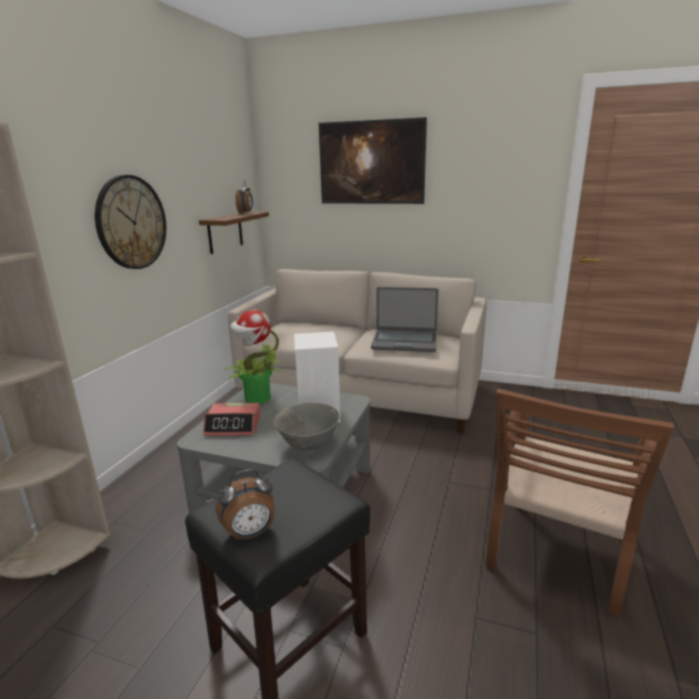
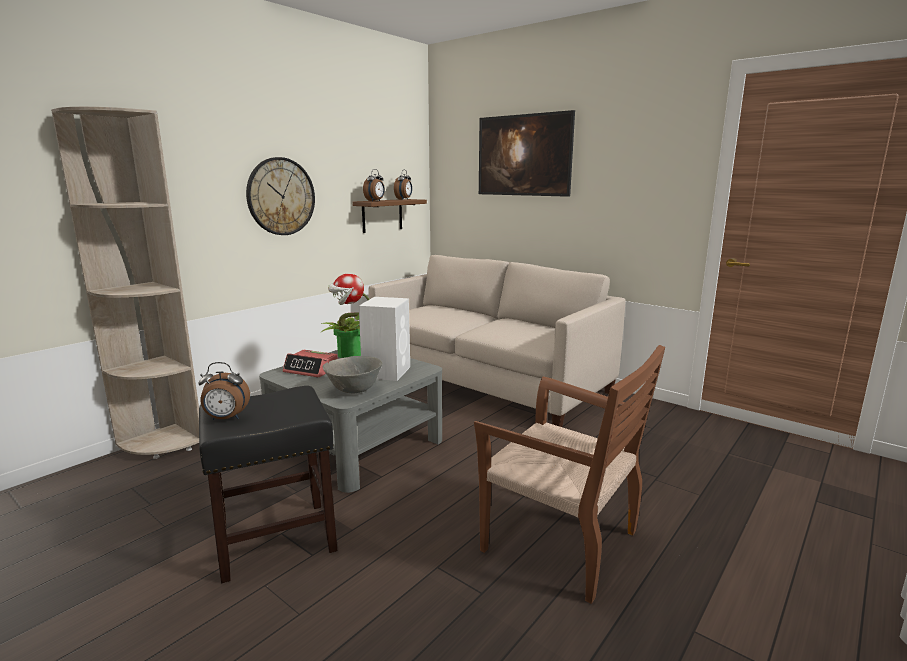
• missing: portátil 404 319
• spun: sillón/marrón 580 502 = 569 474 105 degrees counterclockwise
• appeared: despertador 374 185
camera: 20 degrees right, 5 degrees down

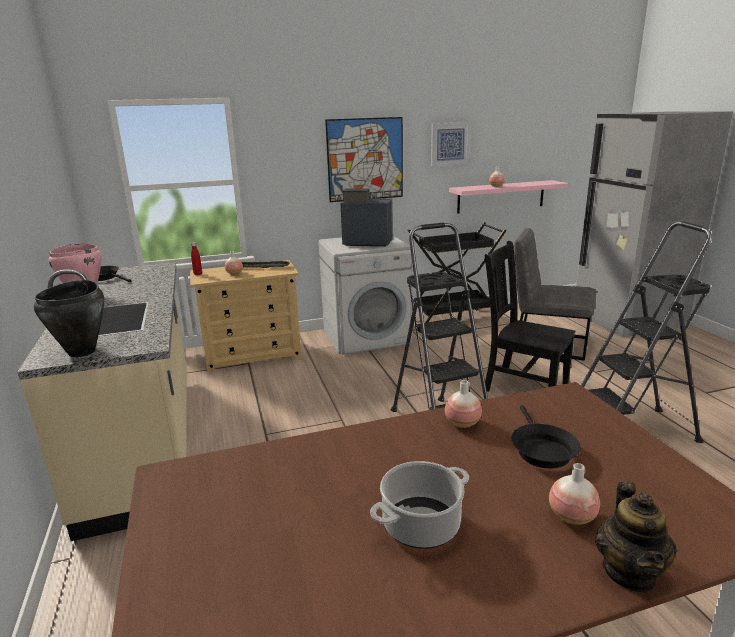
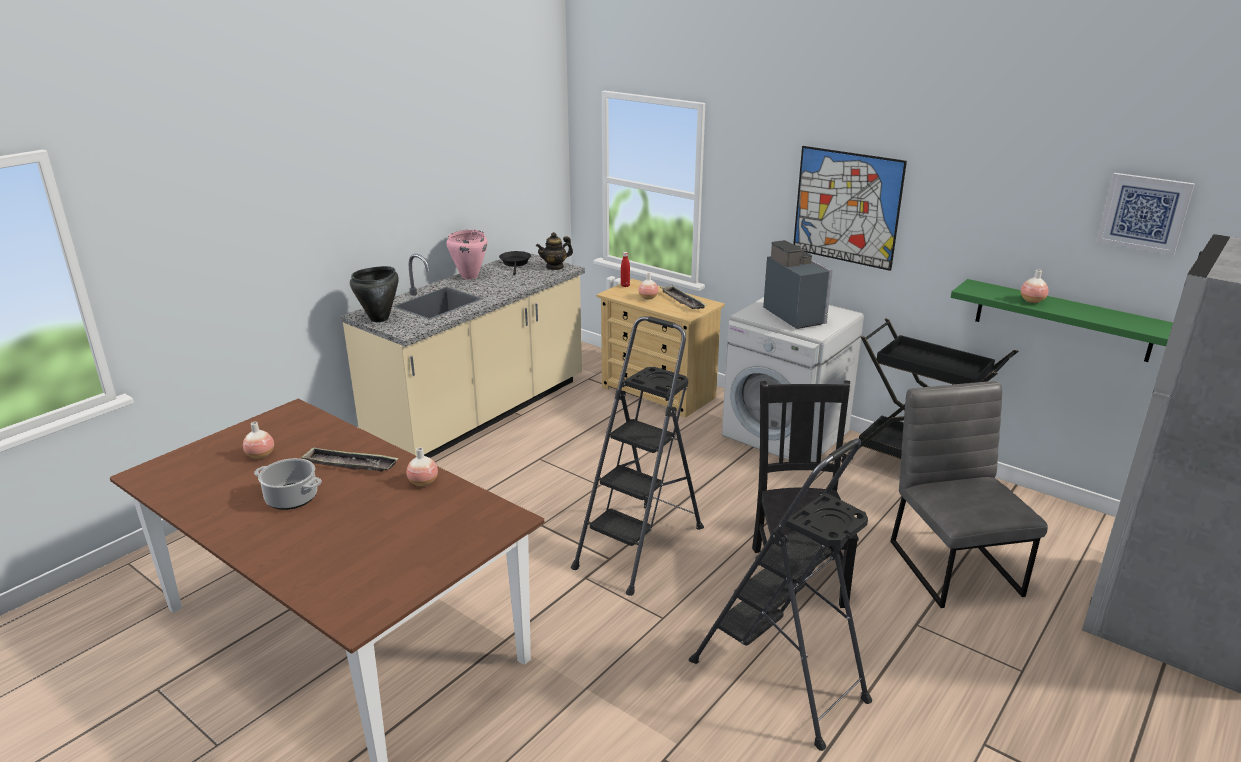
• relocated: cuadro 450 144 to 1146 214
• colour: estante/rosa 509 196 to estante/verde 1062 320
• missing: sartén/negro 545 437
• relocated: florero 574 494 to 258 440
• relocated: tetera 636 536 to 554 251
• appeared: bandeja 350 460
camera: 55 degrees right, 5 degrees up

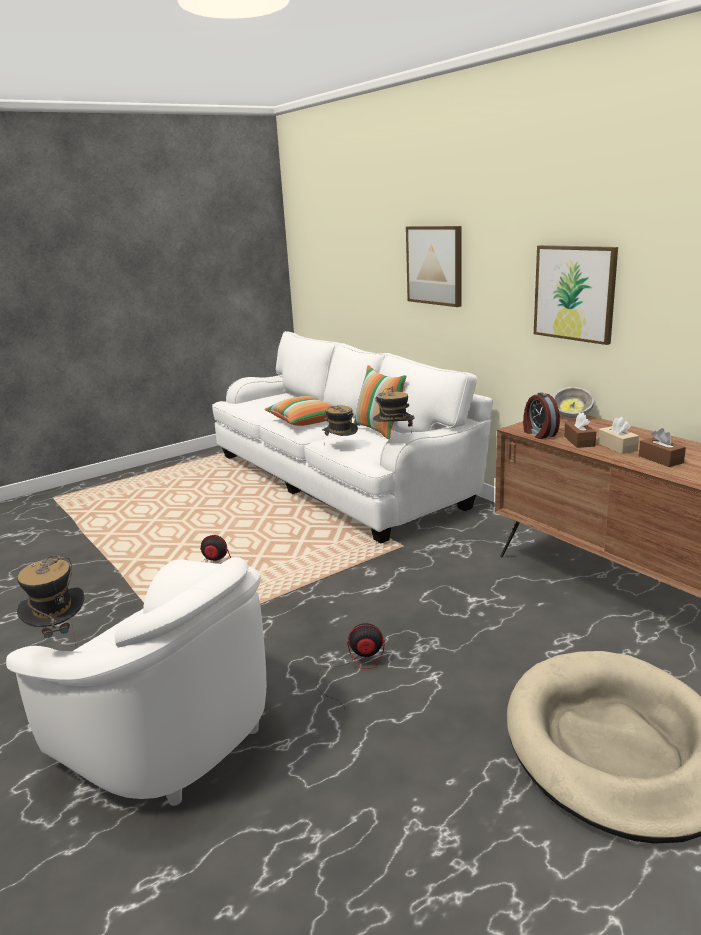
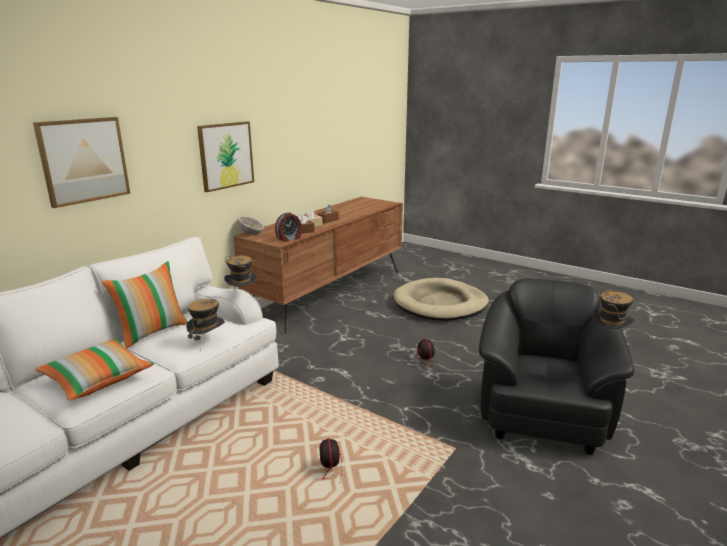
• colour: sillón/blanco 136 681 to sillón/negro 556 366
camera: 110 degrees left, 0 degrees up

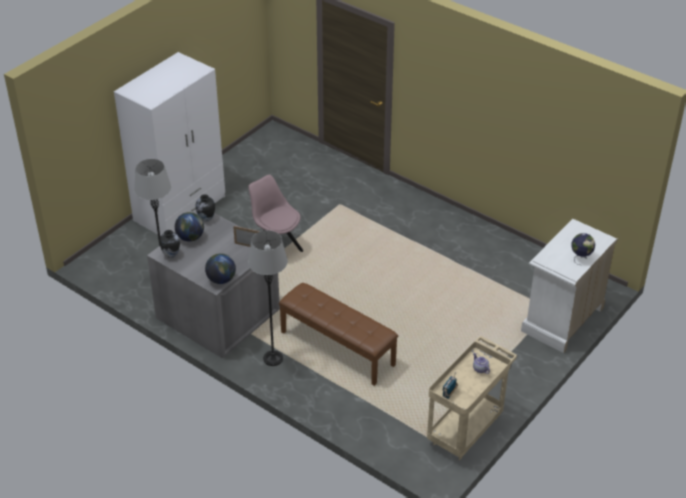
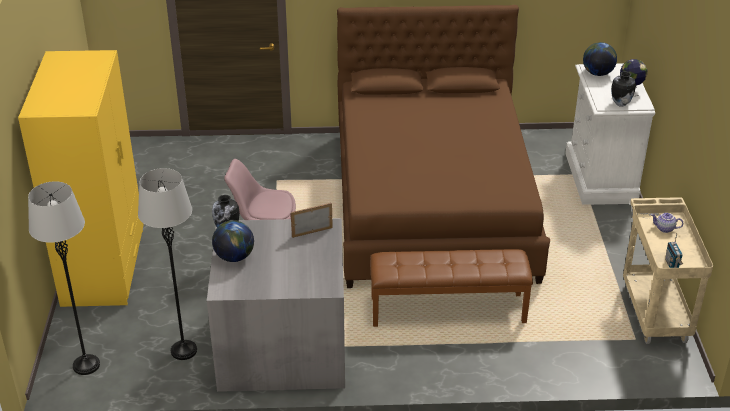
• colour: armario ropero/blanco 169 144 to armario ropero/amarillo 81 178
• relocated: florero 170 244 to 623 89
• relocated: lámpara de pie/gris 268 298 to 64 278
• relocated: globo terráqueo 220 269 to 600 59
• appeared: cama/marrón 443 146
camera: 40 degrees left, 5 degrees down

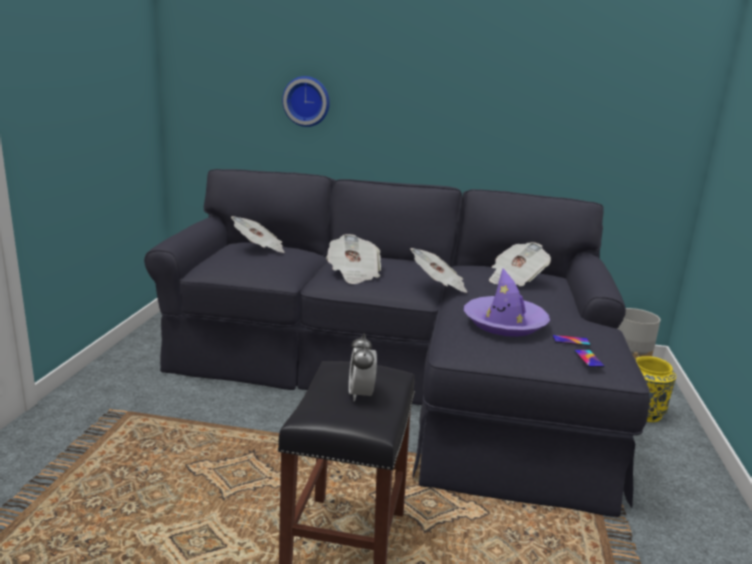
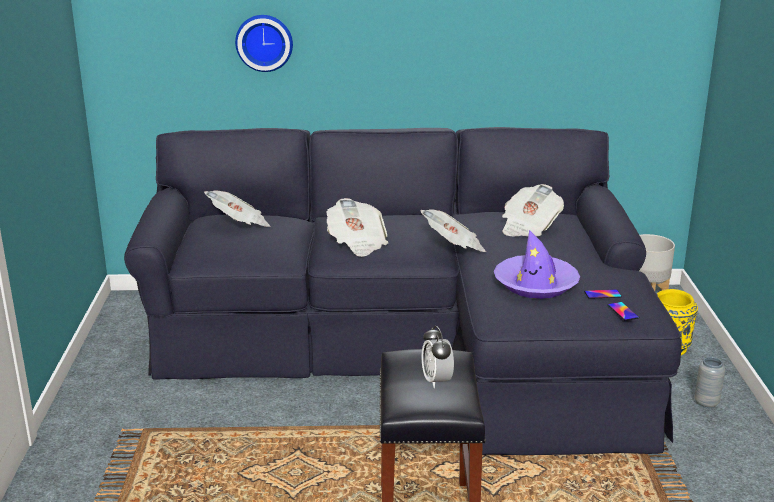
• appeared: florero/gris 709 382
camera: 10 degrees left, 5 degrees up

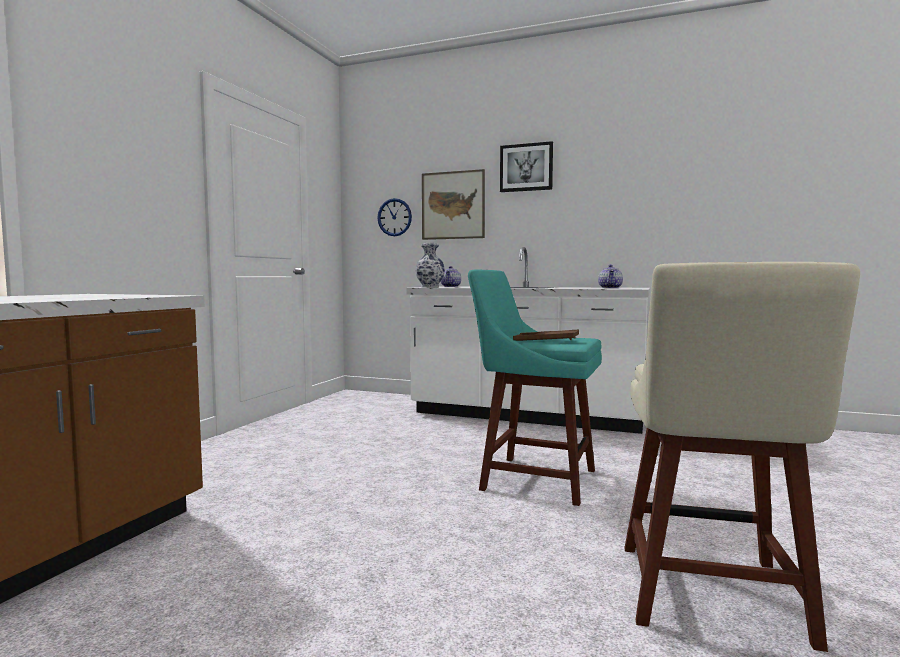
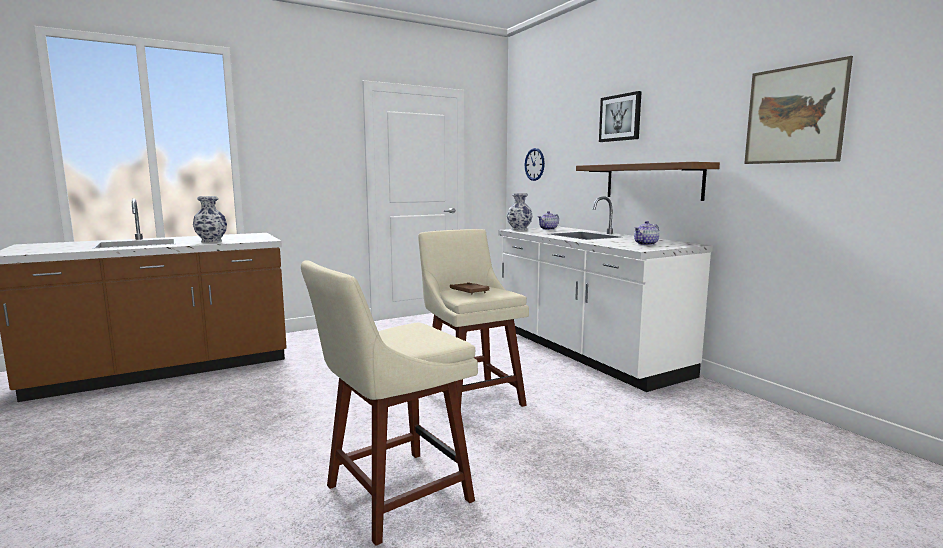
• relocated: cuadro 453 204 to 798 110
• colour: taburete/turquesa 535 387 to taburete/beis 473 319
• appeared: estante 648 181
• appeared: florero 210 219
camera: 40 degrees right, 5 degrees up

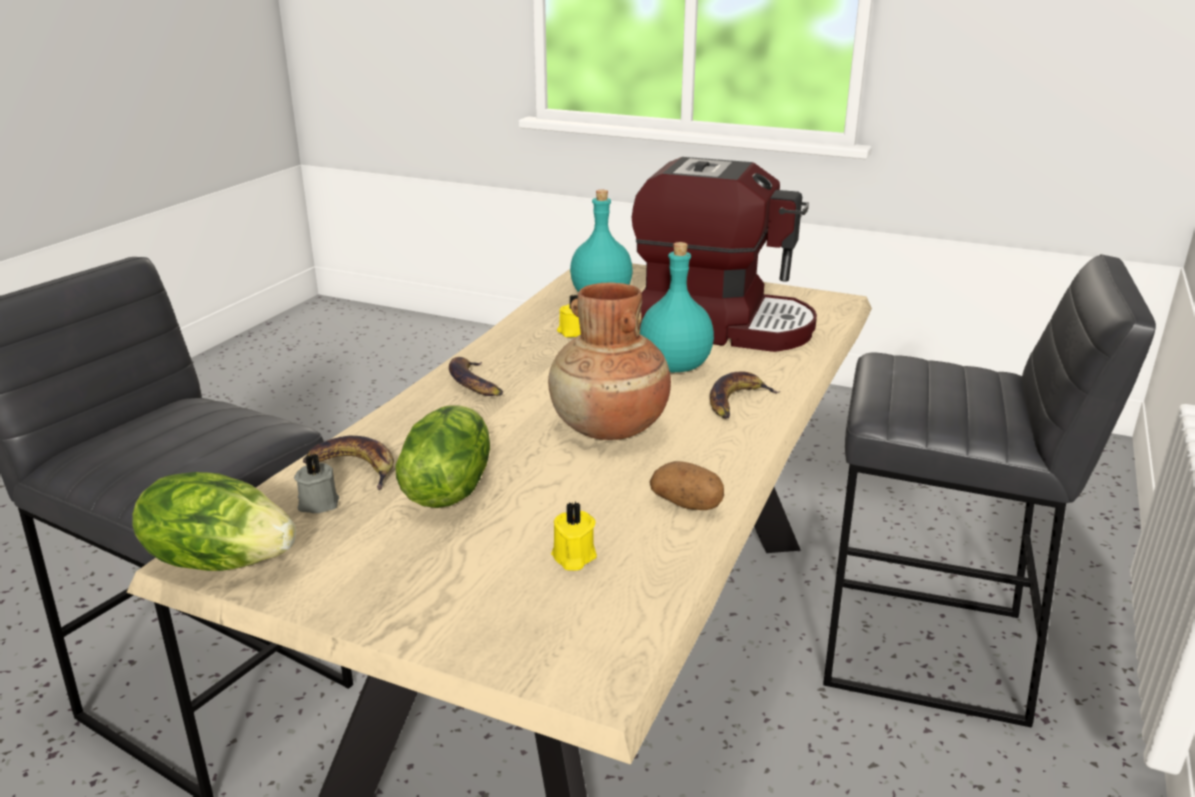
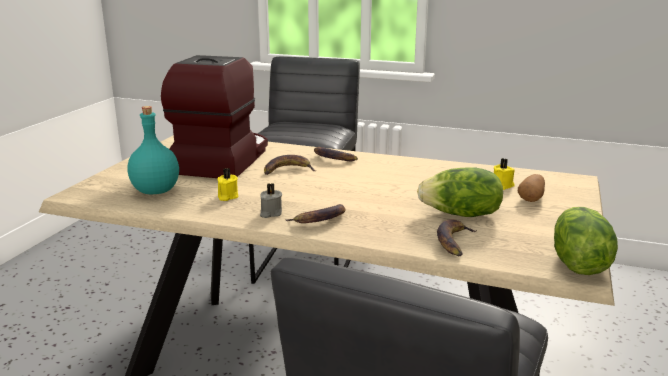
• exchanged: botella/turquesa 677 307 to plátano 289 165
• missing: florero/marrón 609 361
• relocated: vela/gris 317 483 to 271 200
• relocated: patata 687 485 to 531 188
camera: 95 degrees left, 5 degrees down

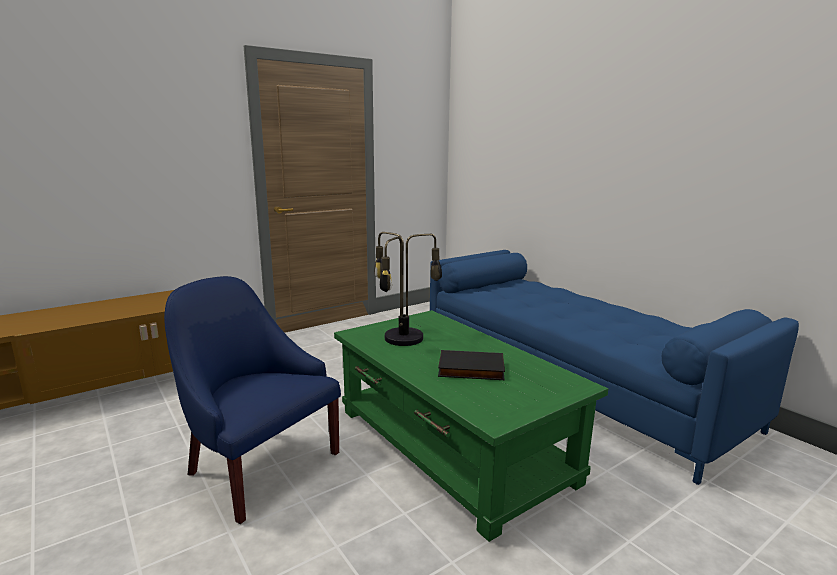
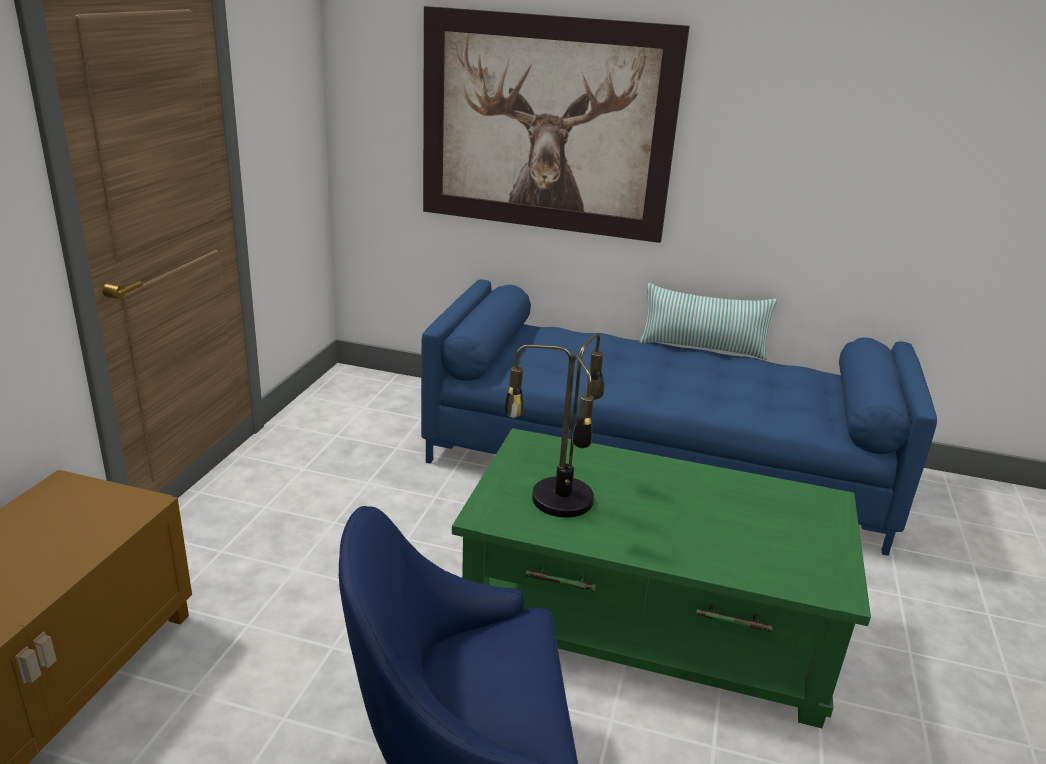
• missing: libro/negro 471 365
• appeared: cuadro 556 124
• appeared: cojín 708 321
camera: 40 degrees left, 10 degrees up

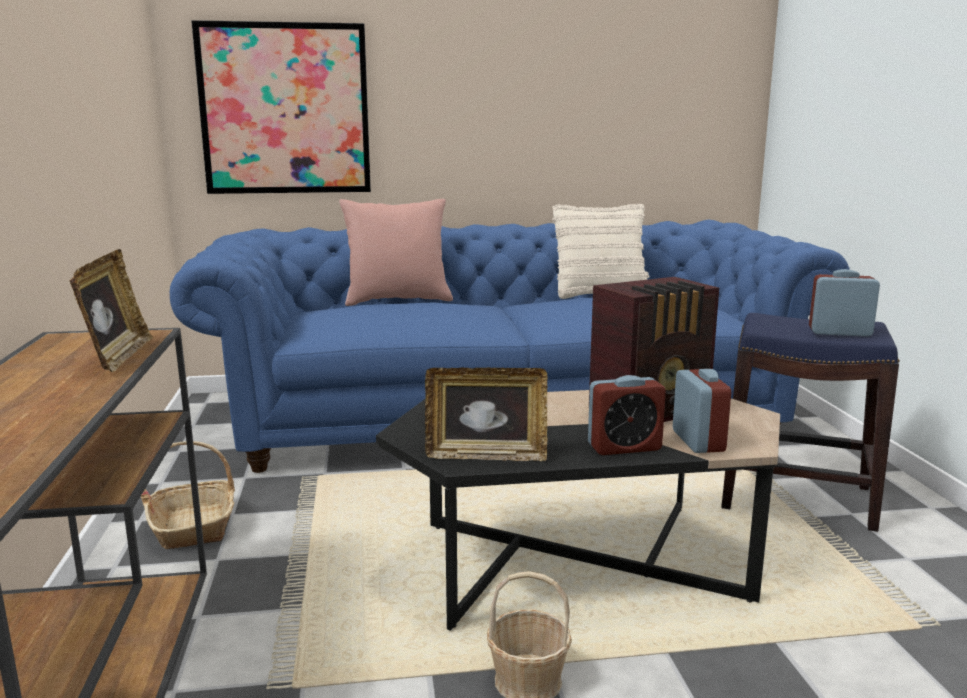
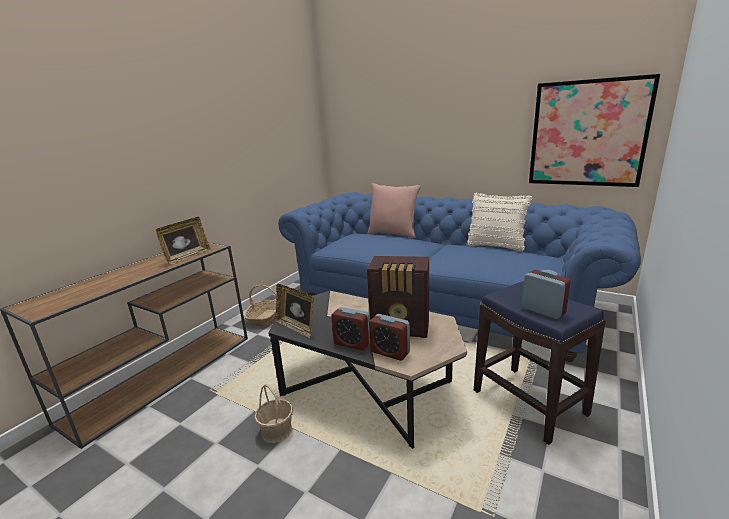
• relocated: cuadro 281 107 to 594 130
• spun: despertador 702 411 = 389 337 90 degrees clockwise
camera: 40 degrees right, 5 degrees up

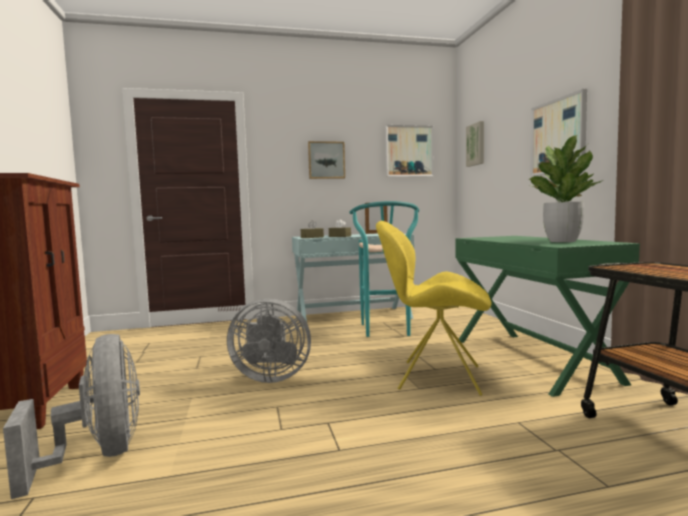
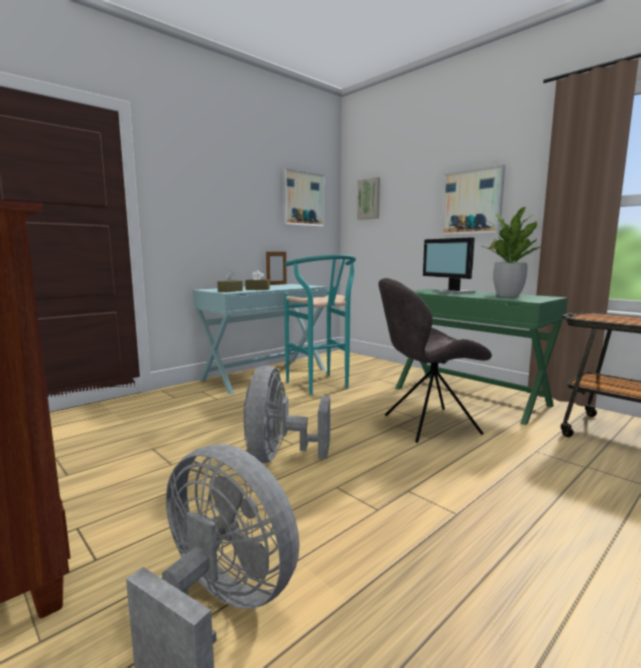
• missing: cuadro 326 160
• colour: silla/amarillo 434 308 to silla/gris 435 360
• spun: ventilador/gris 269 341 = 286 414 120 degrees clockwise
• appeared: monitor 449 265
camera: 30 degrees left, 5 degrees up

